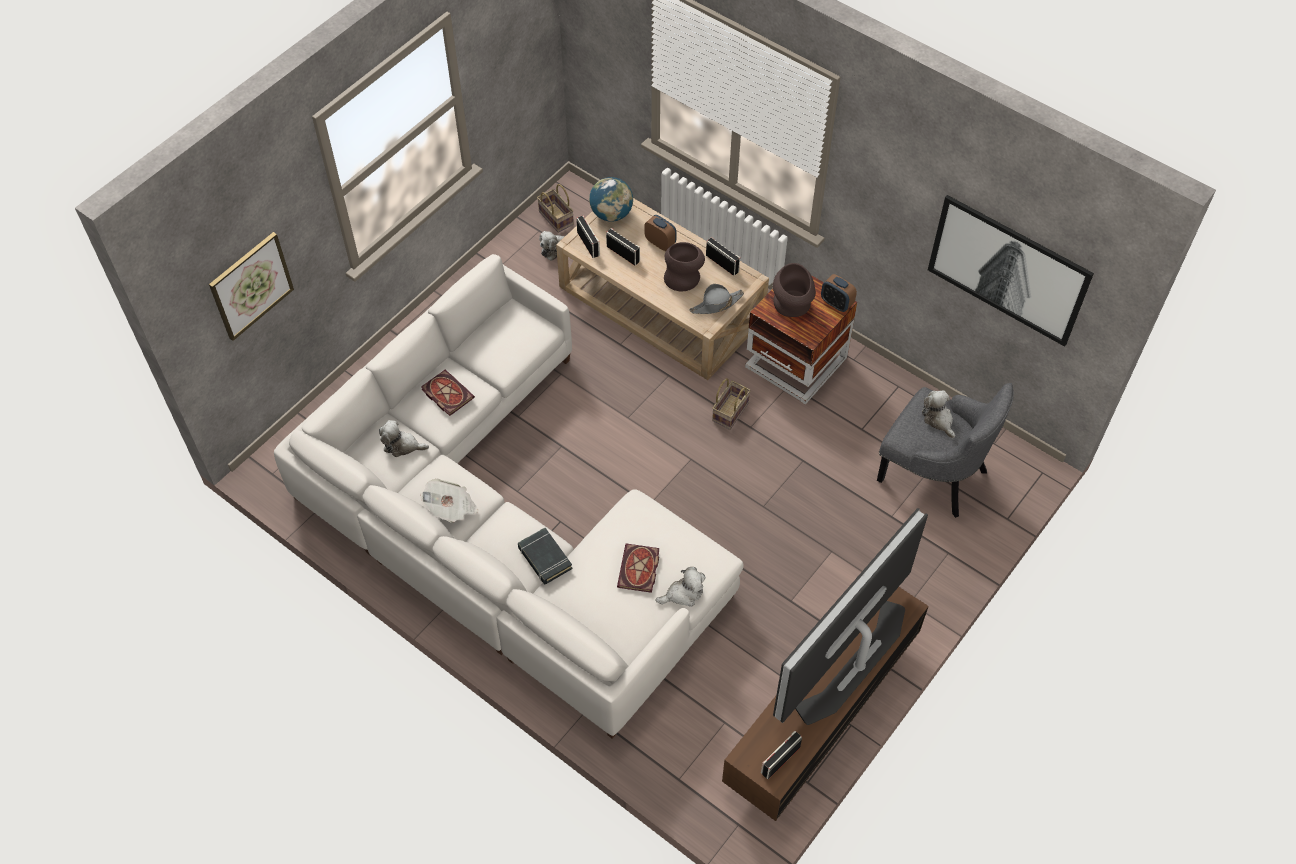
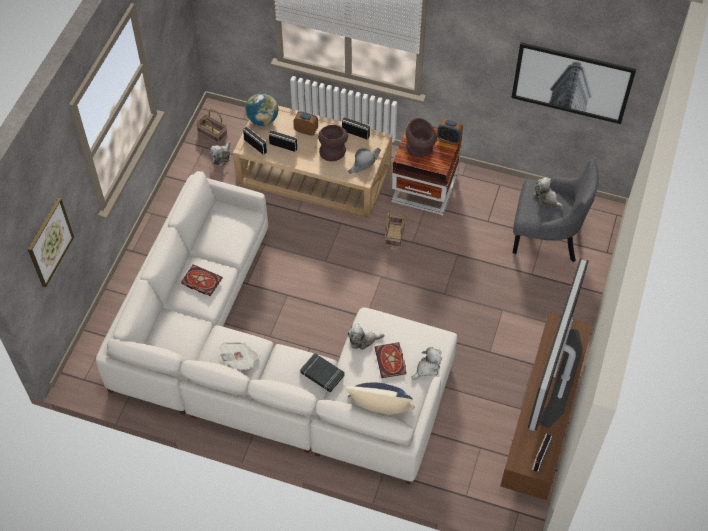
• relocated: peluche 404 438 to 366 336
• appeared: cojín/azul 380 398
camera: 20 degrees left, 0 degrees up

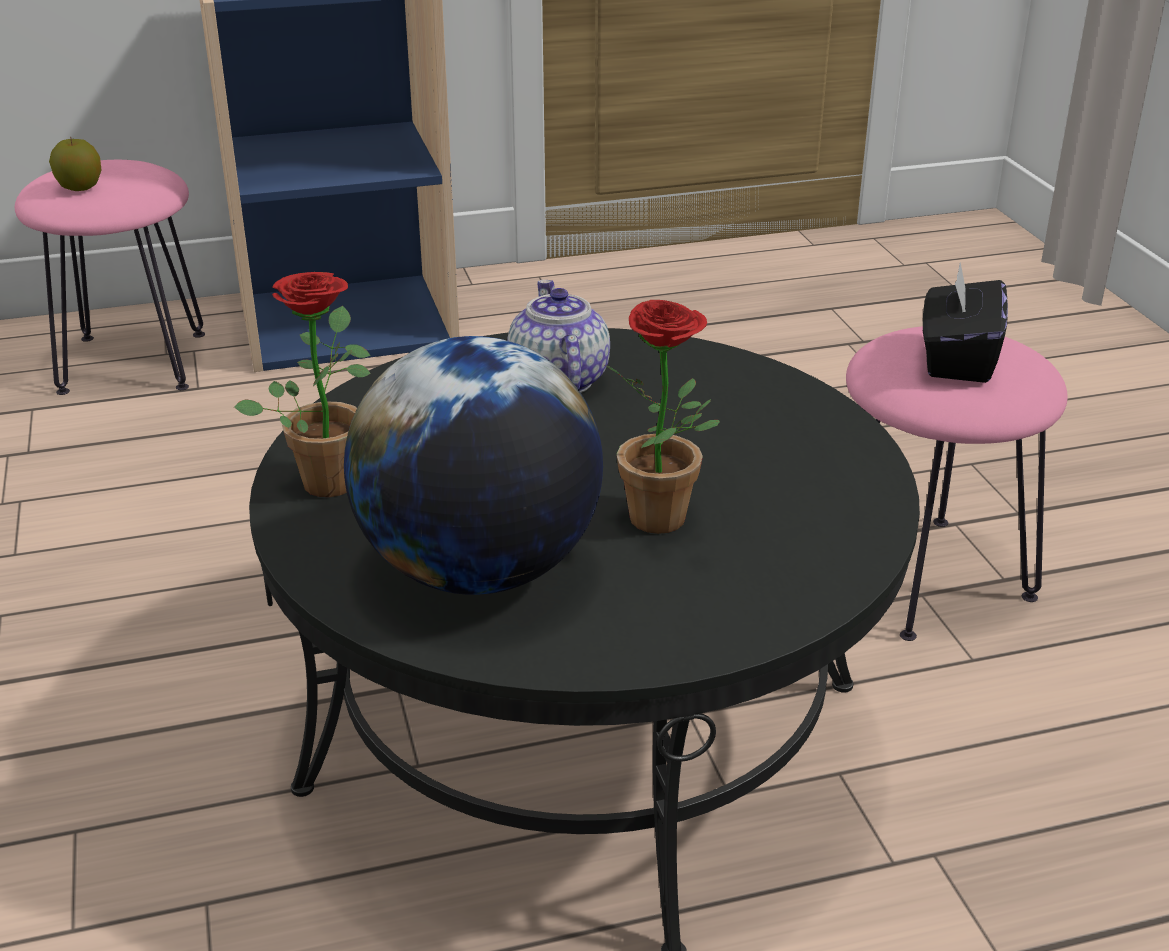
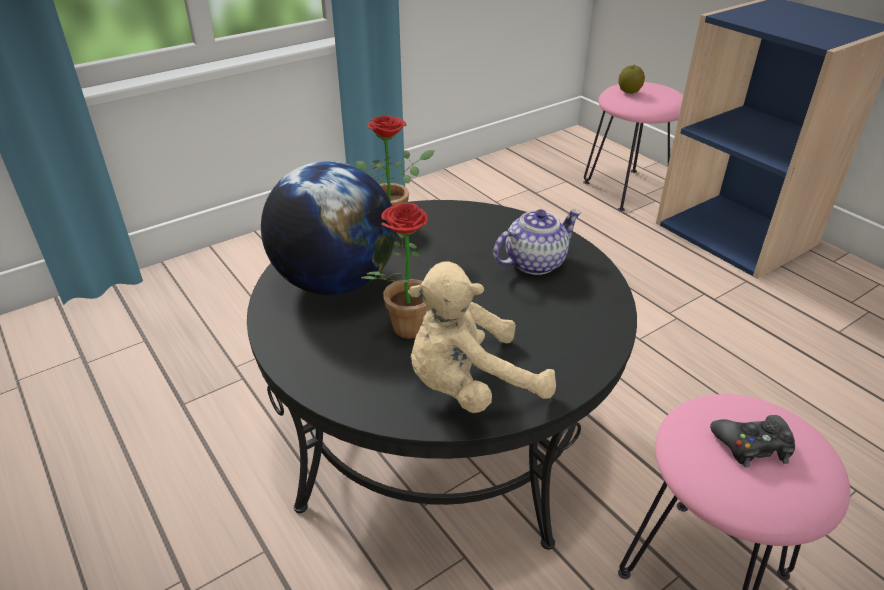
• exchanged: caja de pañuelos/negro 965 323 to mando de consola/negro 752 441
• appeared: peluche/beis 482 337
camera: 70 degrees right, 5 degrees up

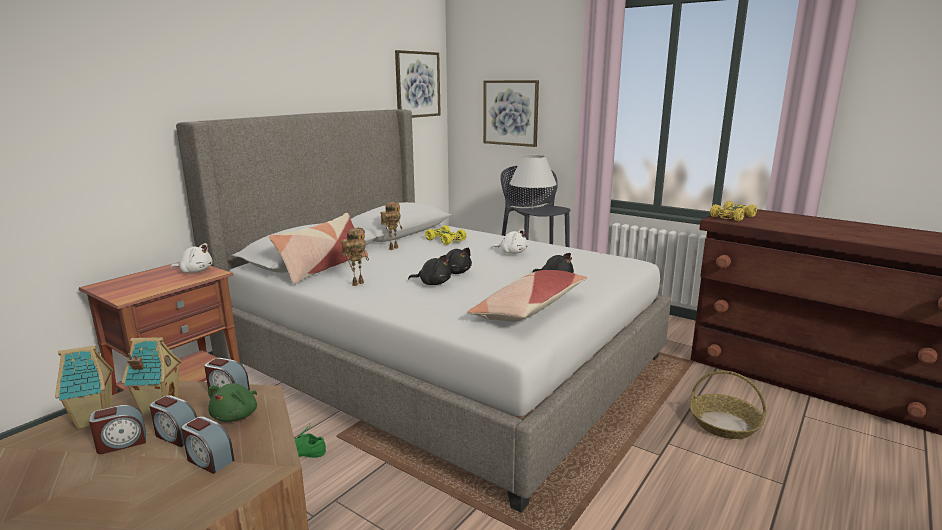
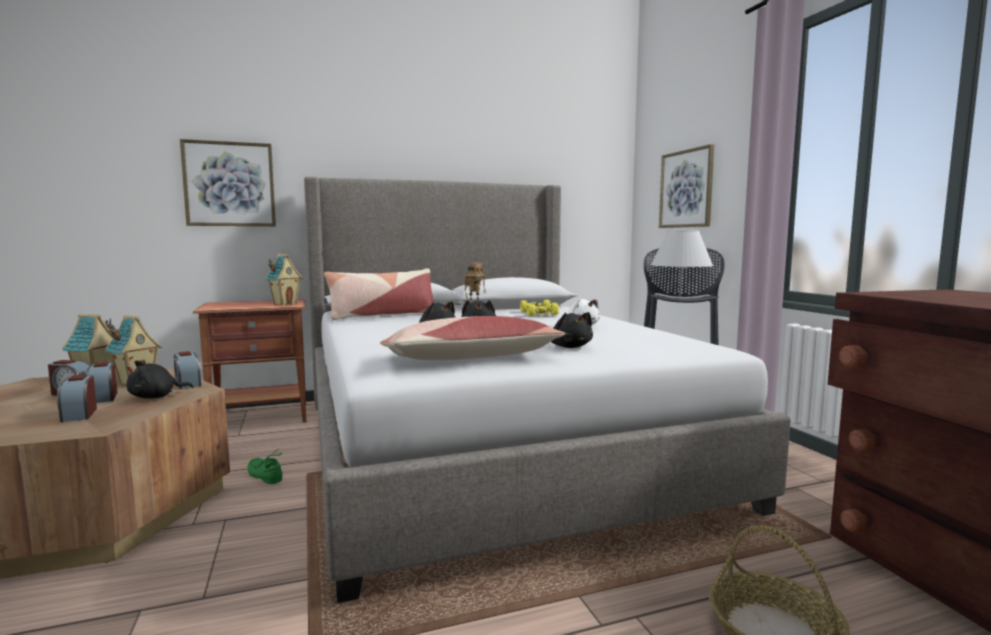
• relocated: cuadro 418 84 to 228 182
• missing: coche de juguete/amarillo 733 211
• missing: robot de juguete 355 257
• exchanged: peluche/blanco 191 258 to casita 284 279
• colour: peluche/verde 232 402 to peluche/negro 160 379
camera: 35 degrees right, 10 degrees down

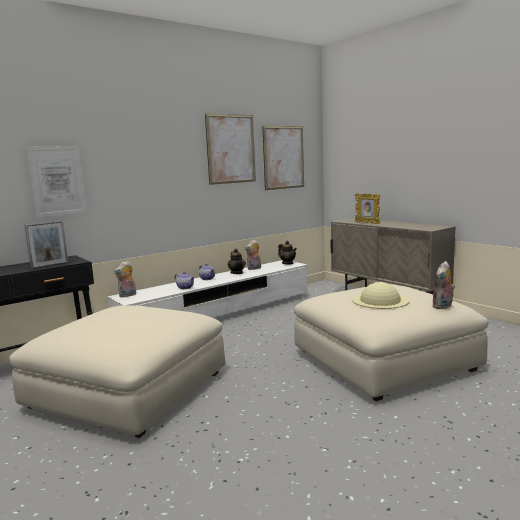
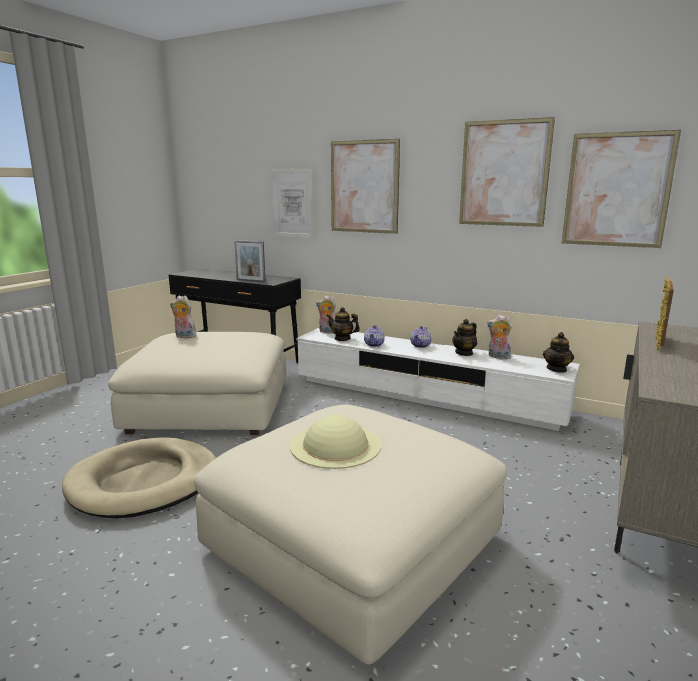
• relocated: peluche 443 285 to 183 316
• appeared: cuadro 365 186
• appeared: tetera 343 324
• appeared: cama para perro/beis 139 477
camera: 65 degrees right, 5 degrees up

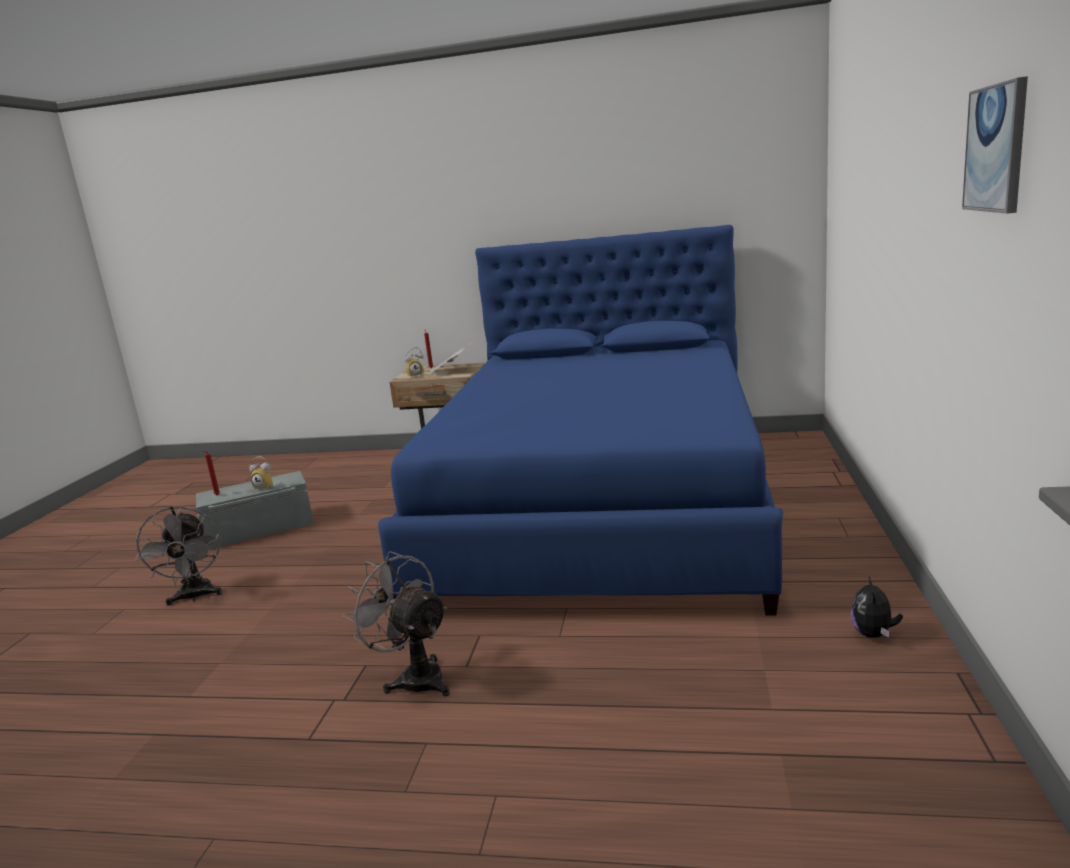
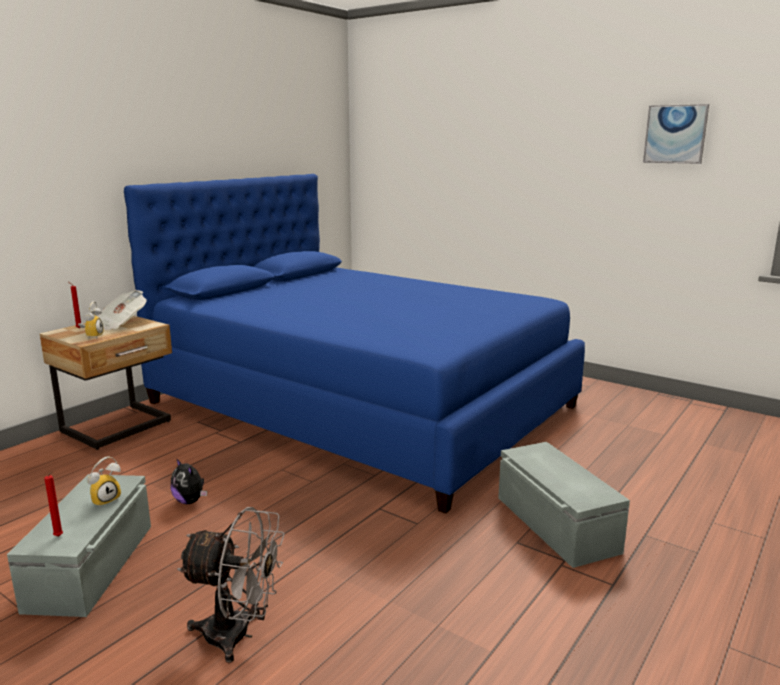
• exchanged: ventilador/gris 396 623 to caja de almacenaje/gris 564 505
• relocated: peluche 877 606 to 189 481
camera: 65 degrees left, 0 degrees up

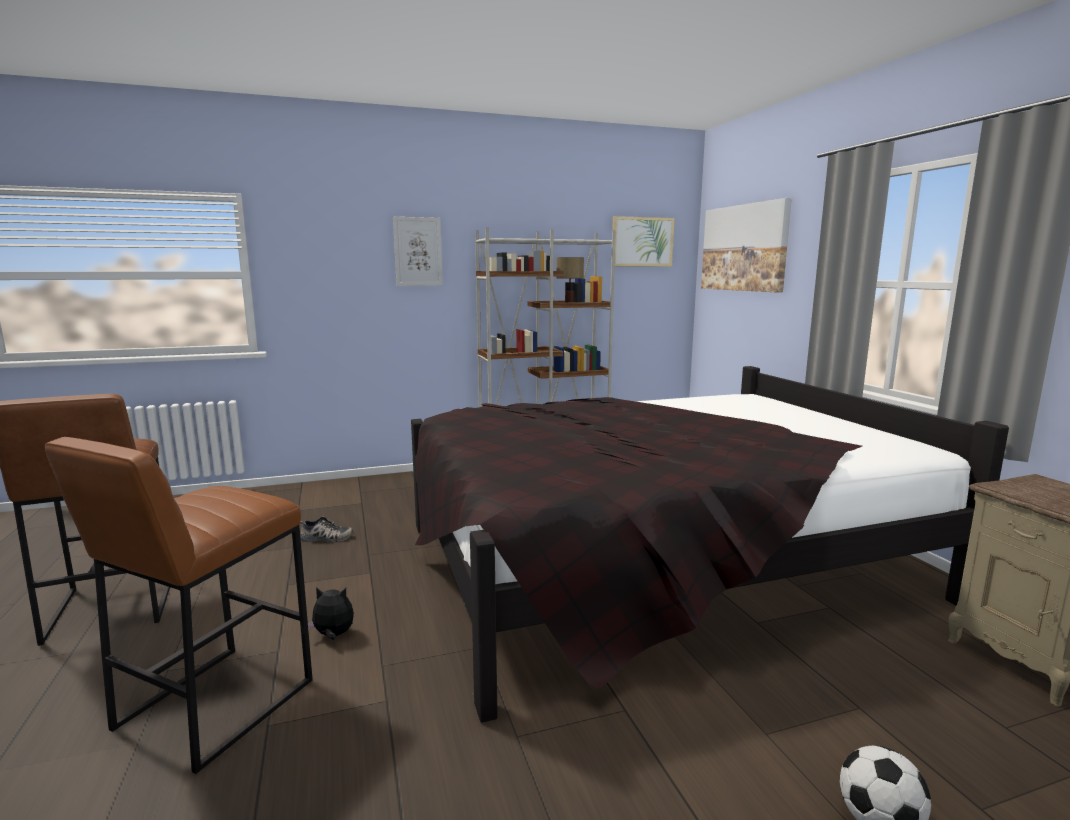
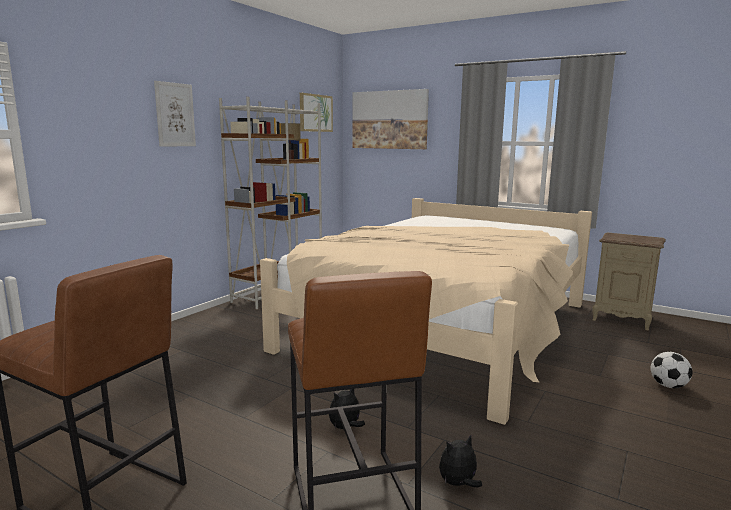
• colour: cama/negro 710 544 to cama/beis 426 311
• missing: zapato 326 529
• appeared: peluche 460 461
camera: 40 degrees left, 0 degrees up

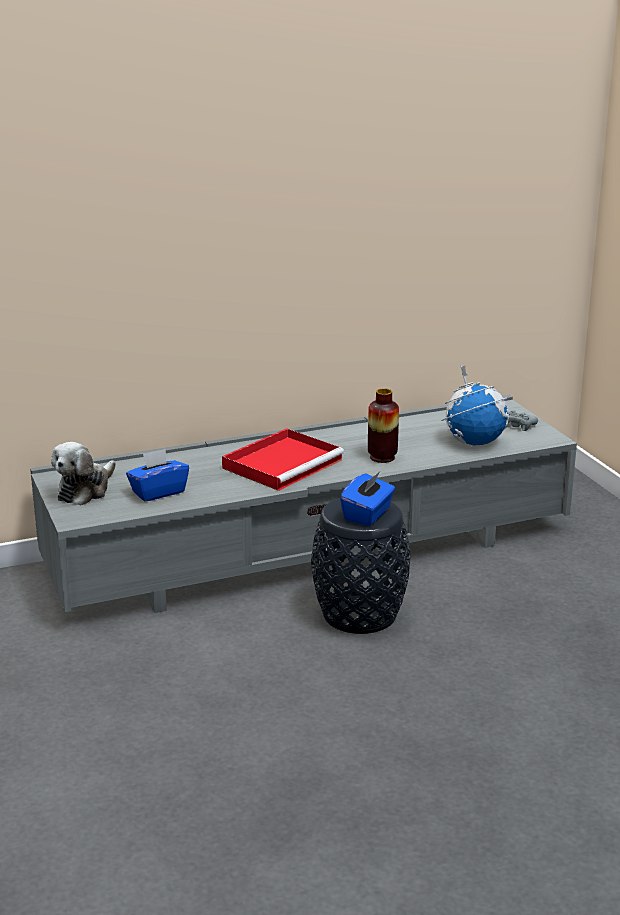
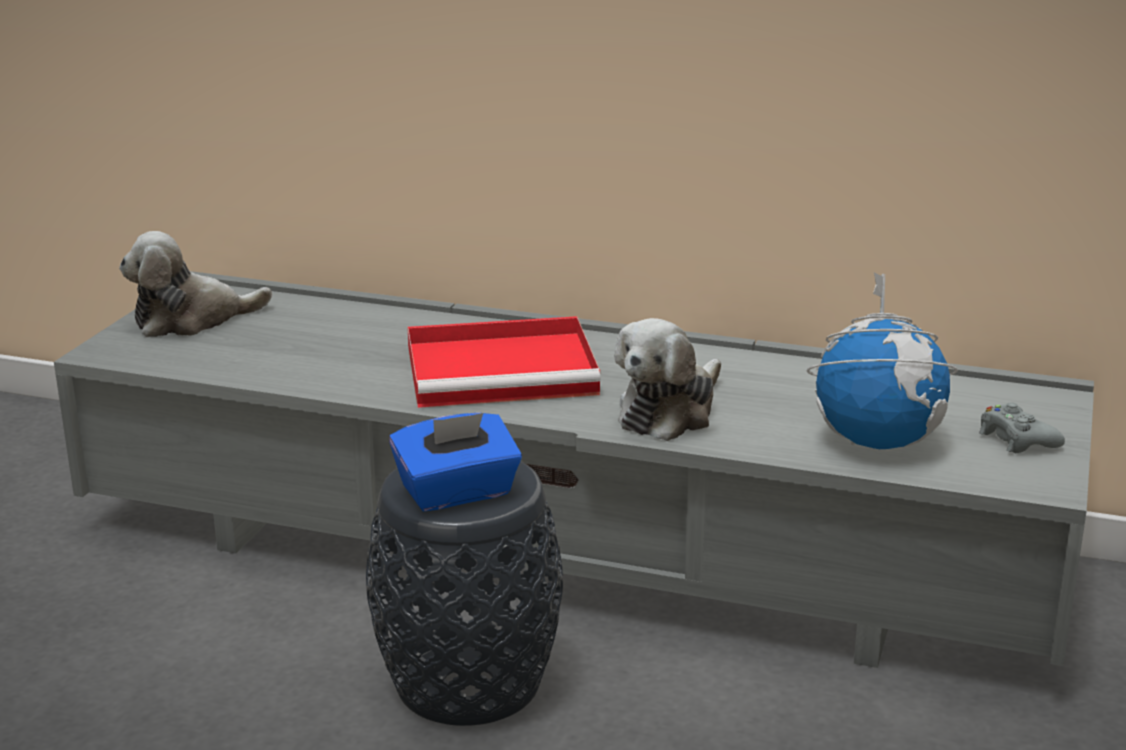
• exchanged: florero 383 425 to peluche 667 379
• missing: caja de pañuelos/azul 157 475
camera: 40 degrees right, 0 degrees up

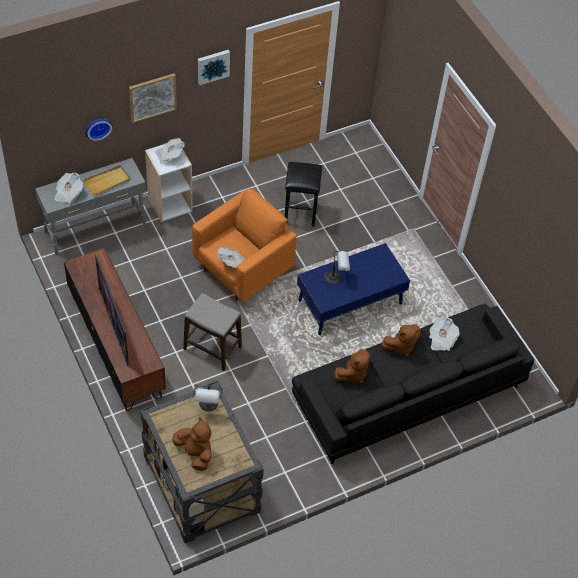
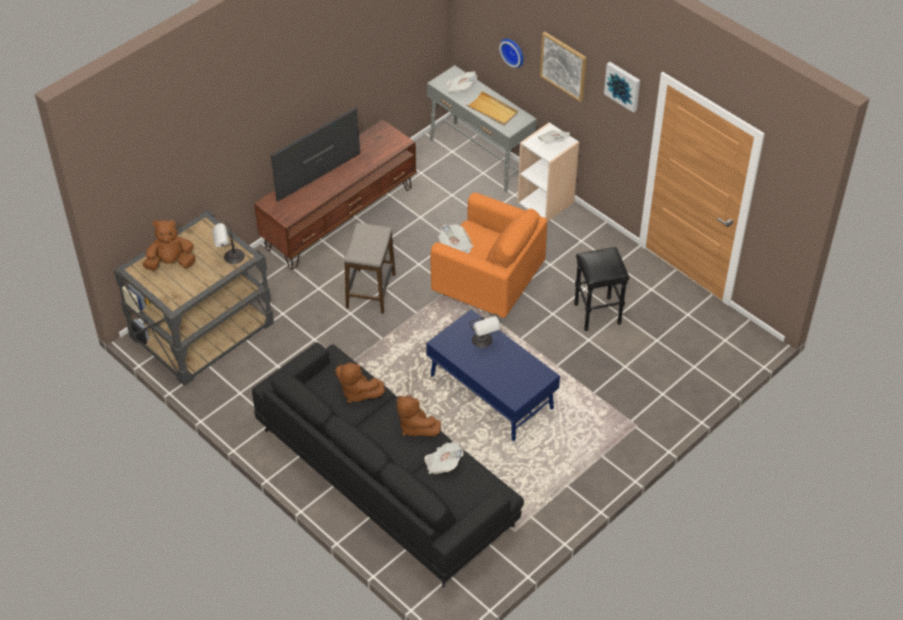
• spun: peluche/marrón 191 444 = 169 245 135 degrees counterclockwise
camera: 75 degrees right, 5 degrees down

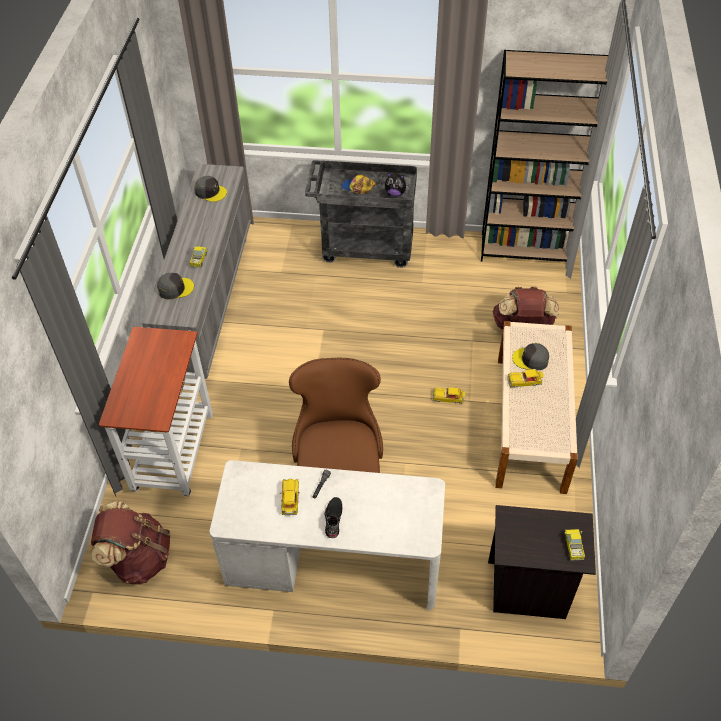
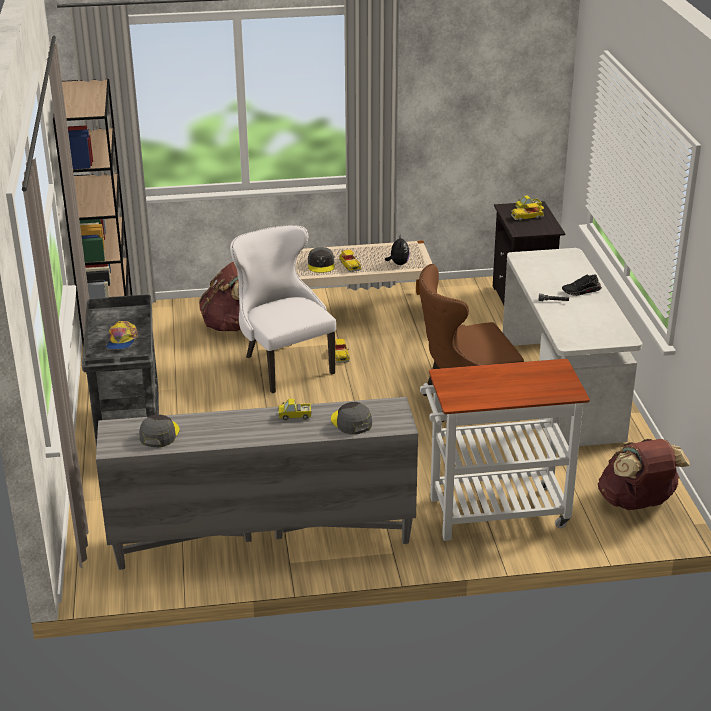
• relocated: peluche 397 184 to 397 249
• relocated: coche de juguete 290 497 to 527 212
• appeared: silla/blanco 283 309
camera: 105 degrees left, 20 degrees down

